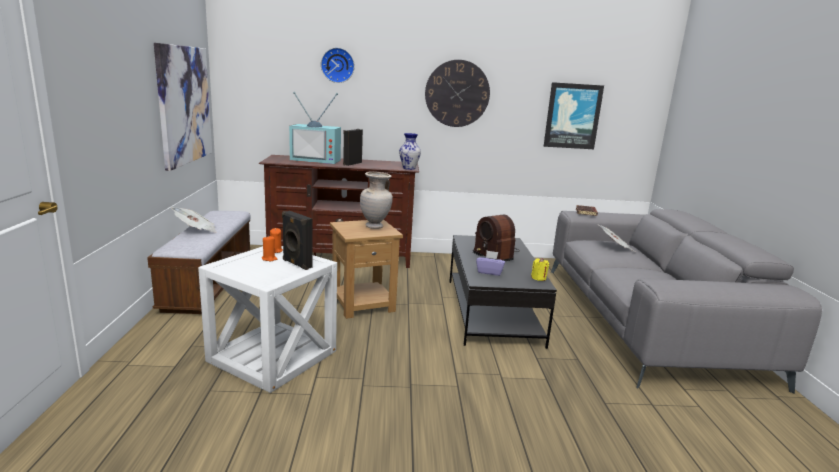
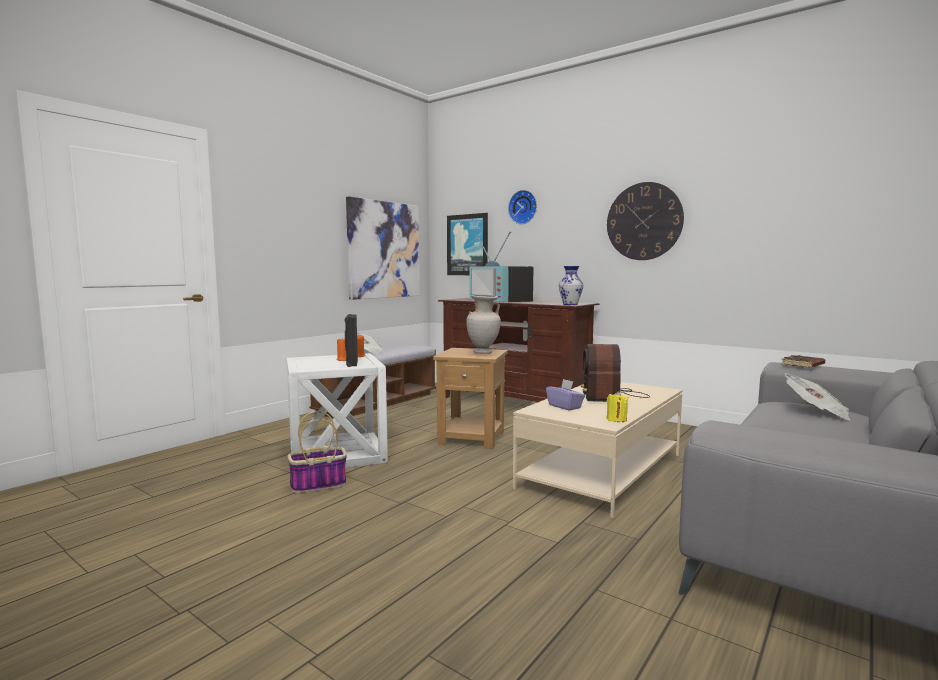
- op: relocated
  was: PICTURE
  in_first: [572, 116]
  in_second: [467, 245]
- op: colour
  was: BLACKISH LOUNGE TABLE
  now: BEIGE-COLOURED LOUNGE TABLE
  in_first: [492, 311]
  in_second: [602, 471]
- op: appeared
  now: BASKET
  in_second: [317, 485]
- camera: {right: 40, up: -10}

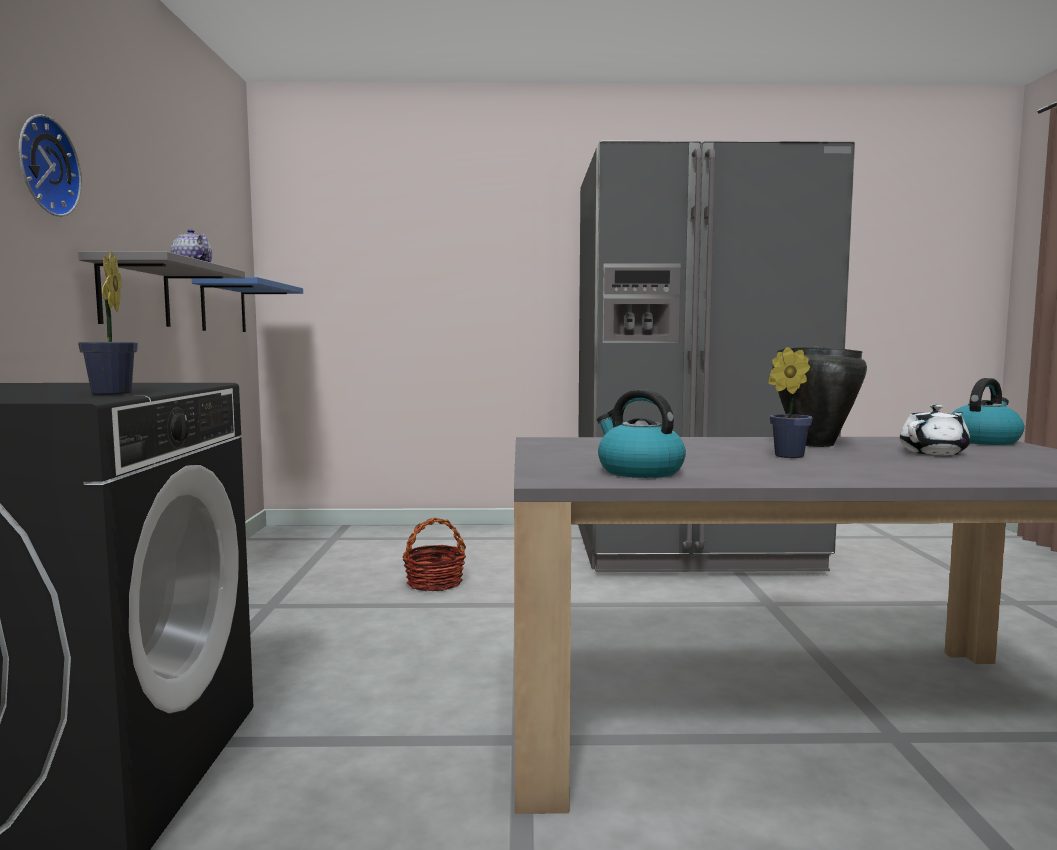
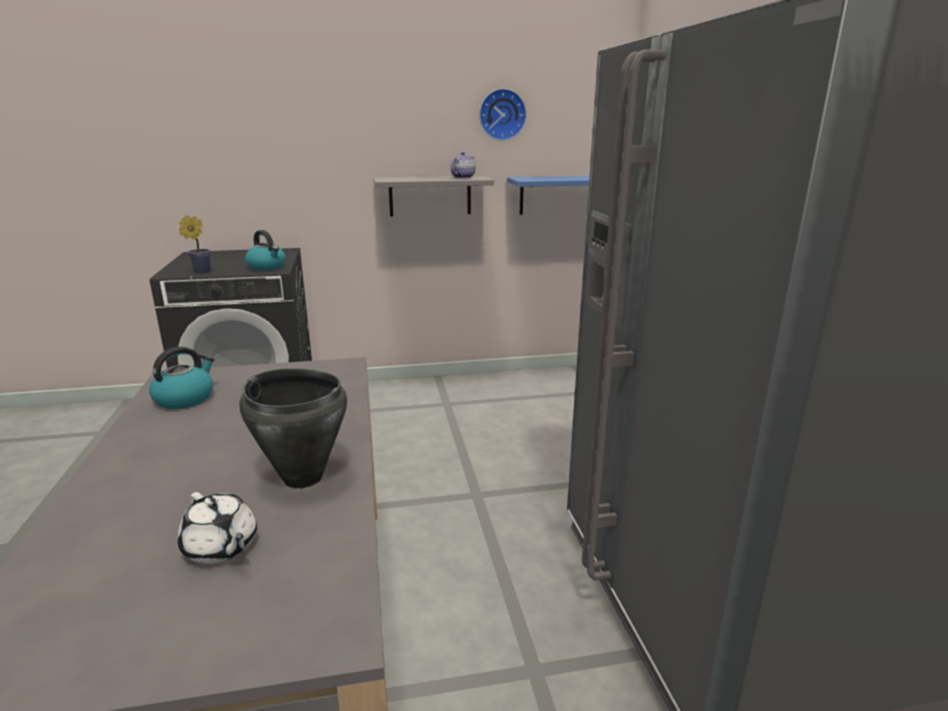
- op: relocated
  was: CLOCK ON THE WALL
  in_first: [43, 166]
  in_second: [502, 115]
- op: missing
  was: POTTED PLANT
  in_first: [785, 456]
- op: relocated
  was: KETTLE
  in_first: [983, 441]
  in_second: [267, 267]
- op: missing
  was: BASKET
  in_first: [434, 583]
- camera: {right: 80, up: 15}

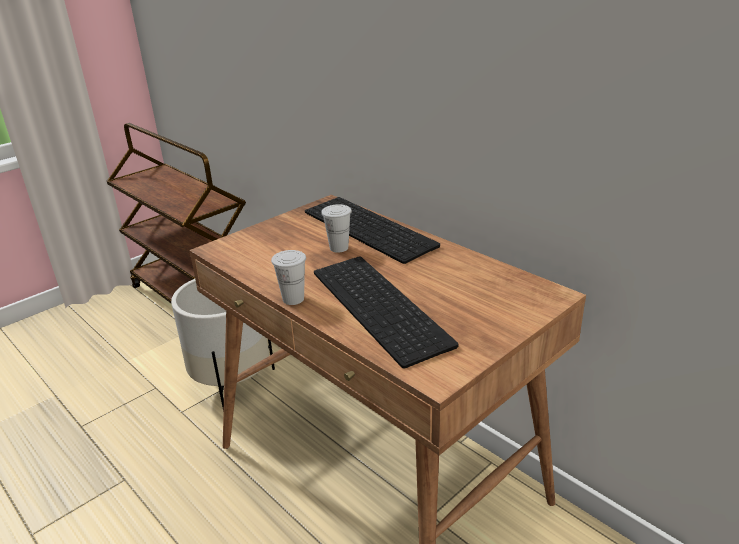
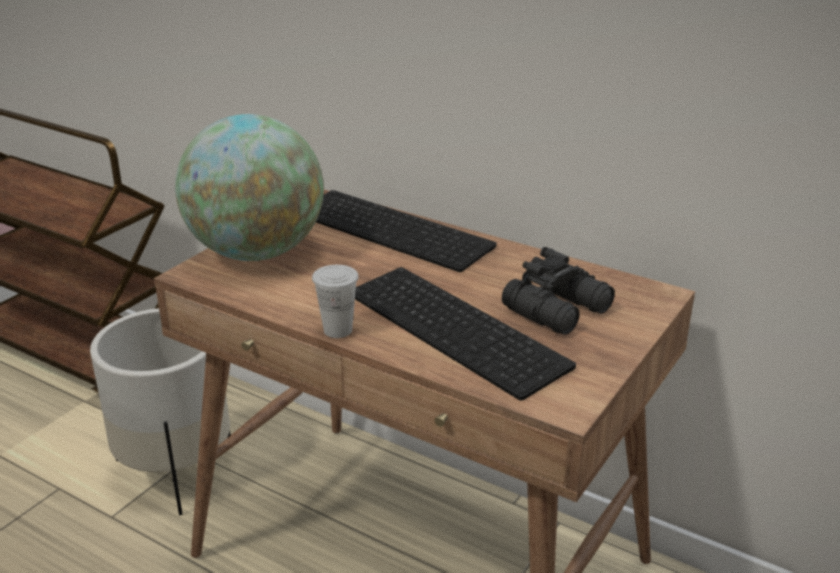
- op: missing
  was: WHITISH SMALL CUP
  in_first: [339, 248]
- op: appeared
  now: WORLD GLOBE
  in_second: [256, 252]
- op: appeared
  now: BLACKISH BINOCULARS
  in_second: [560, 310]
- camera: {right: -15, up: 0}

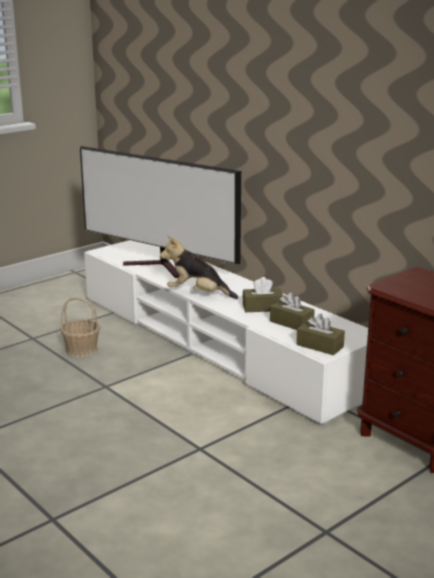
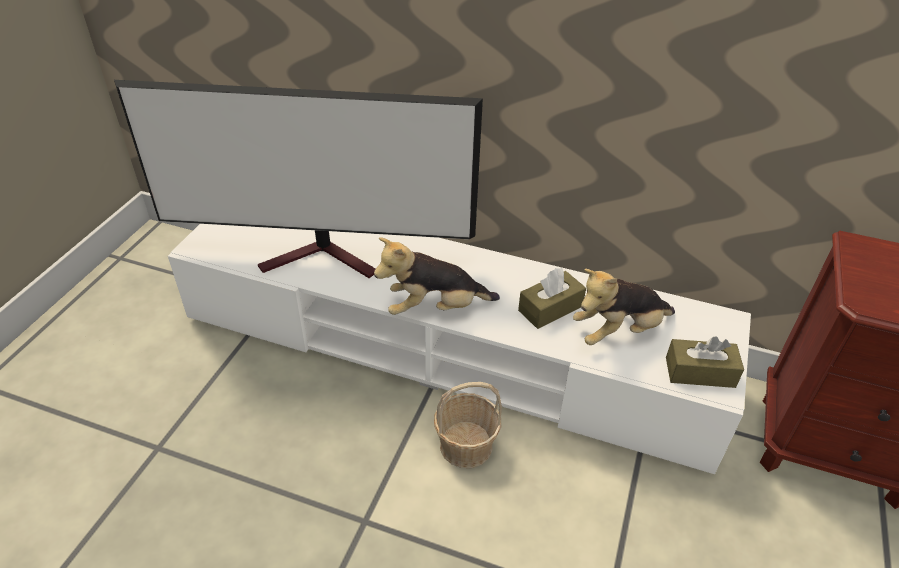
- op: exchanged
  was: BROWN-COLOURED BOX OF TISSUES
  now: SOFT TOY
  in_first: [291, 323]
  in_second: [618, 331]
- op: relocated
  was: BASKET
  in_first: [81, 350]
  in_second: [465, 445]
- camera: {right: -30, up: 20}

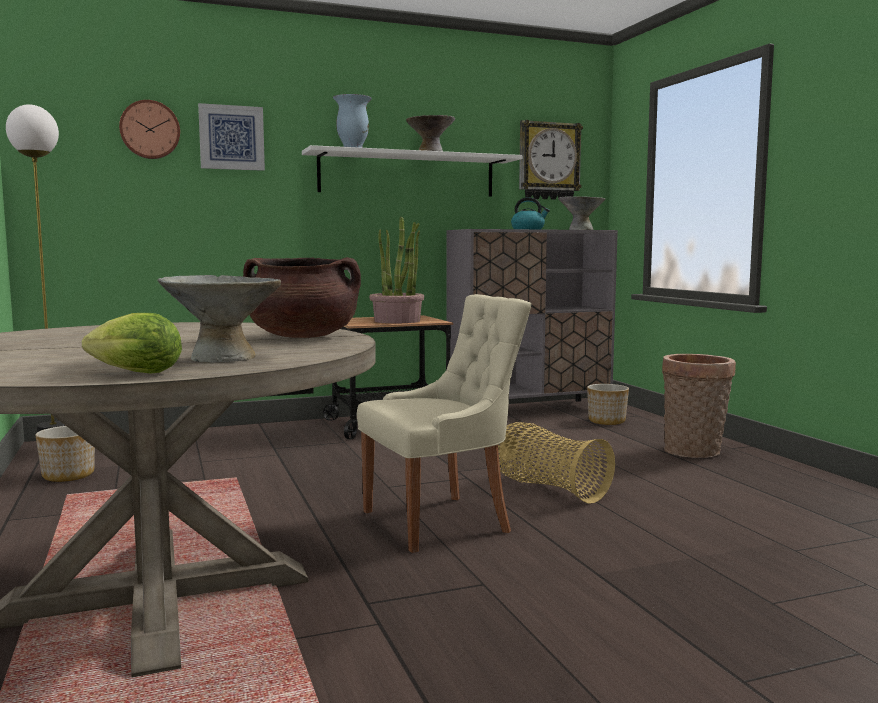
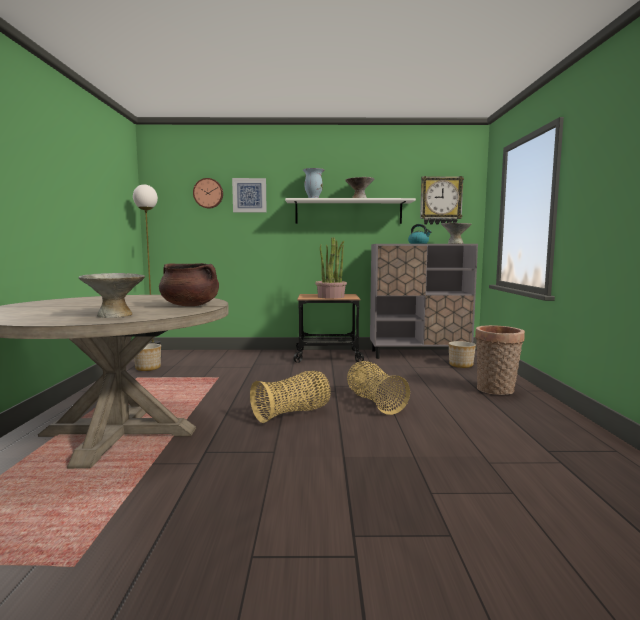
- op: exchanged
  was: BEIGE-COLOURED PLAIN CHAIR
  now: BASKET
  in_first: [441, 521]
  in_second: [292, 413]
- op: missing
  was: HEAD OF LETTUCE
  in_first: [131, 373]
- camera: {right: 20, up: 0}

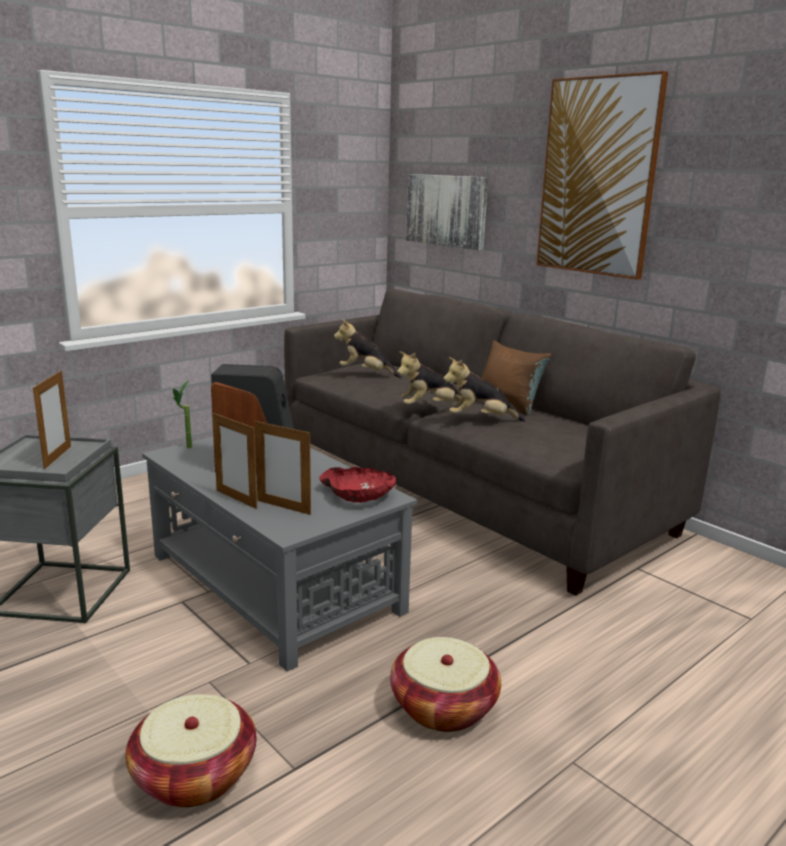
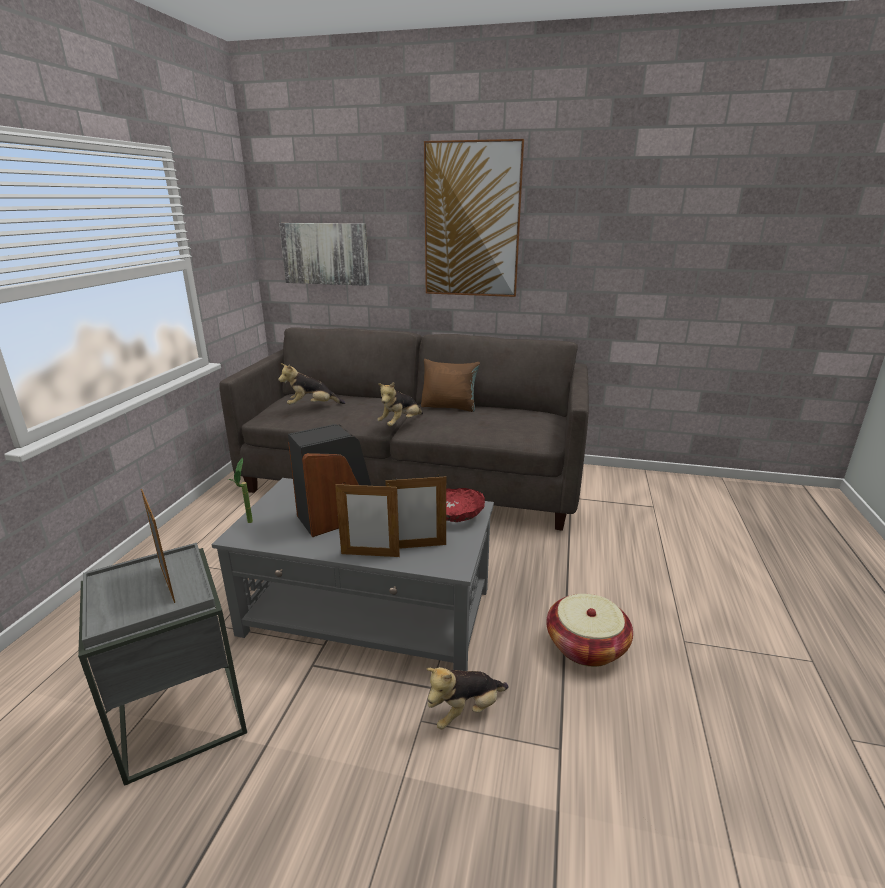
- op: relocated
  was: SOFT TOY
  in_first: [480, 419]
  in_second: [465, 711]
- op: missing
  was: BASKET
  in_first: [194, 775]
- camera: {right: -35, up: 5}

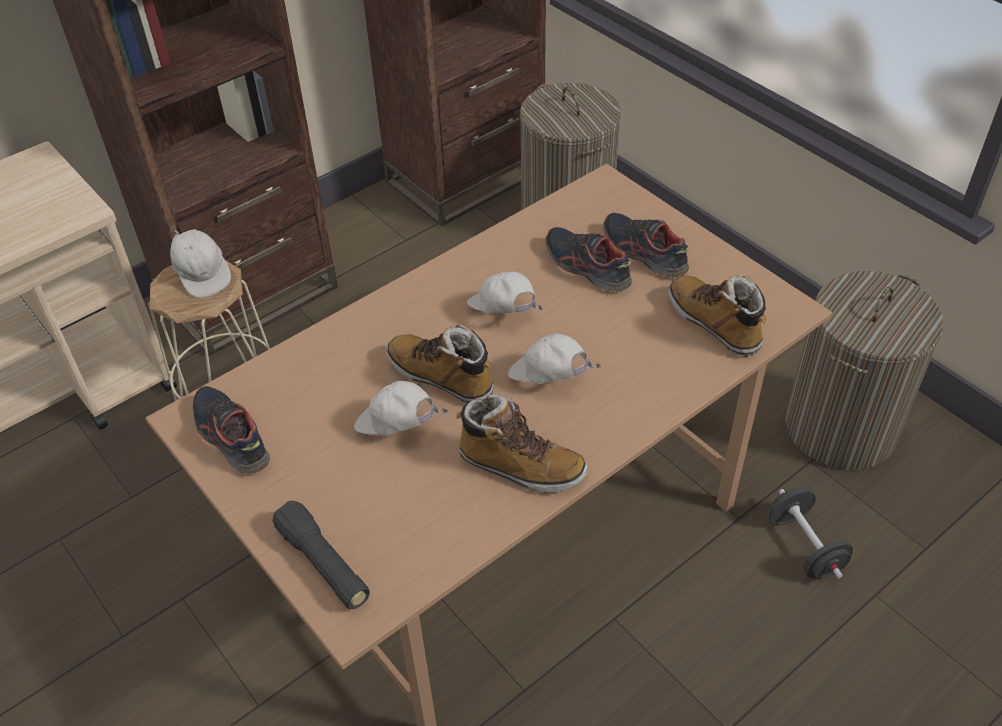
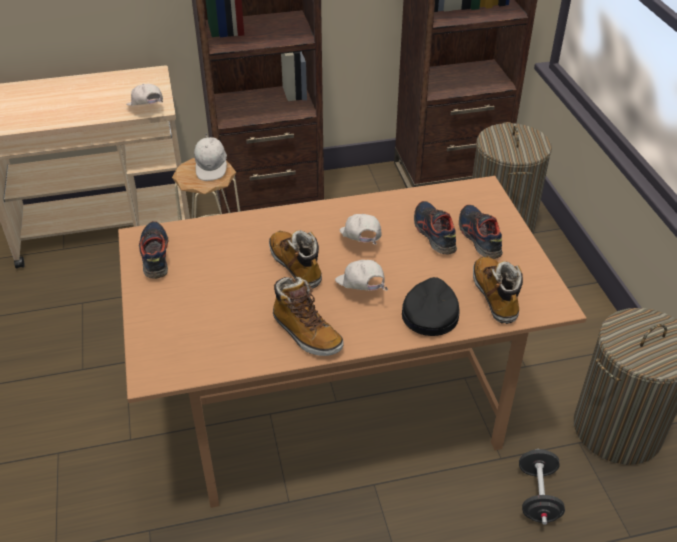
- op: relocated
  was: WHITISH BASEBALL CAP
  in_first: [397, 427]
  in_second: [147, 110]
- op: missing
  was: BLACKISH TORCH
  in_first: [324, 564]
- op: appeared
  now: BLACKISH BASEBALL CAP
  in_second: [430, 312]
- camera: {right: 25, up: -5}

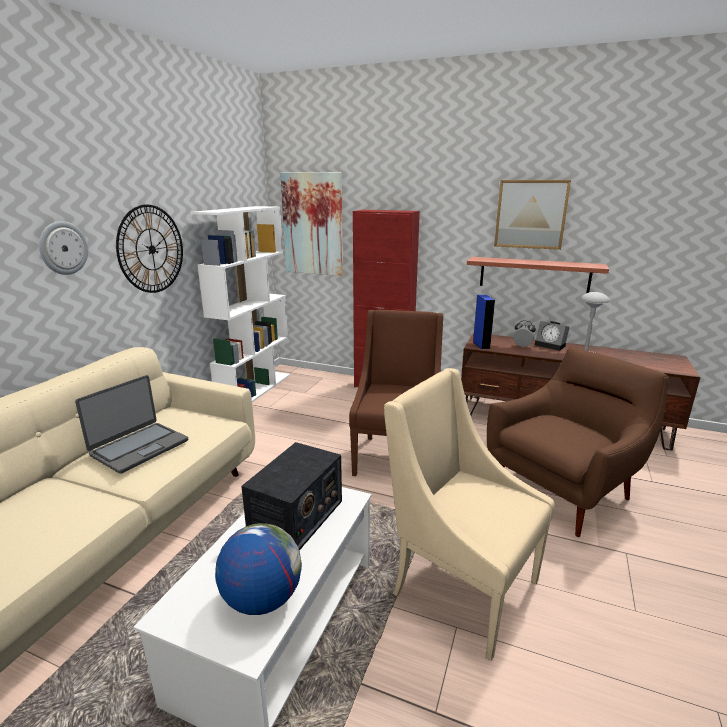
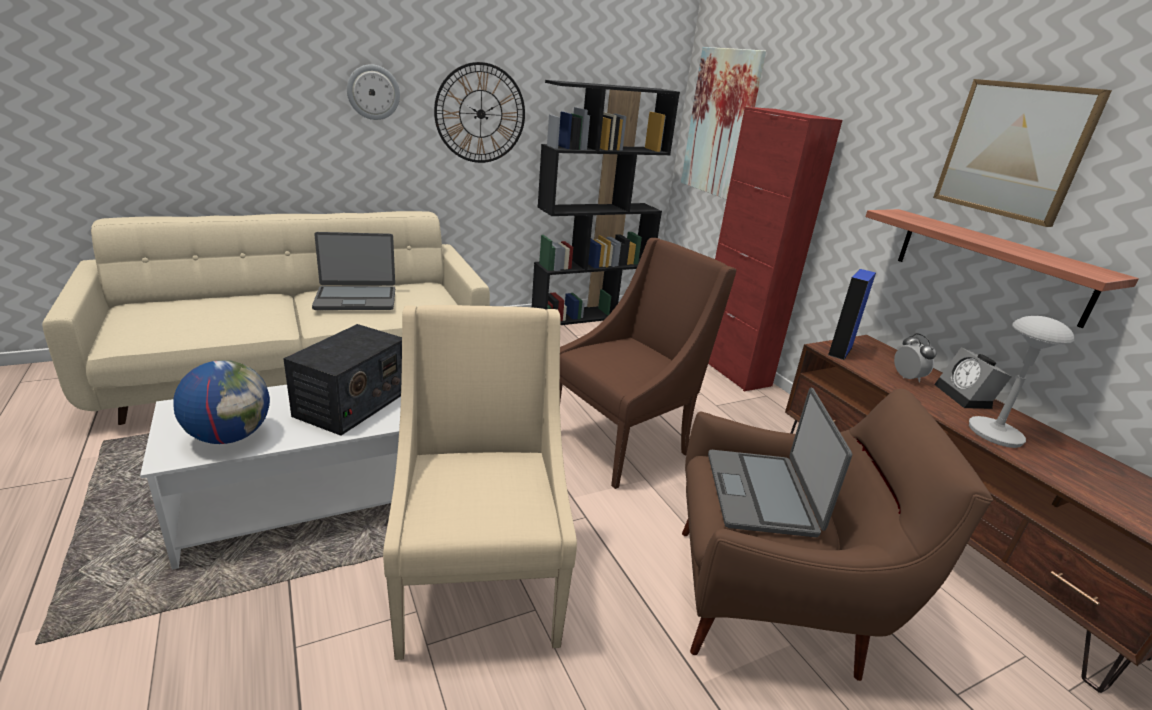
- op: colour
  was: WHITISH BOOKSHELF
  now: BLACKISH BOOKSHELF
  in_first: [255, 389]
  in_second: [589, 314]
- op: spun
  was: RADIO
  in_first: [296, 518]
  in_second: [351, 404]
  clockwise: -45
- op: appeared
  now: PORTABLE COMPUTER
  in_second: [762, 493]
- camera: {right: 40, up: 5}

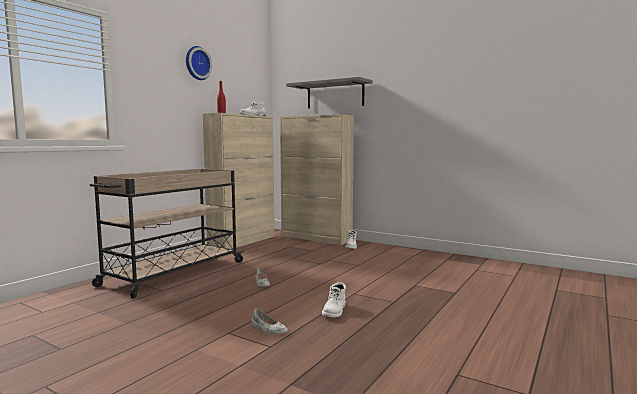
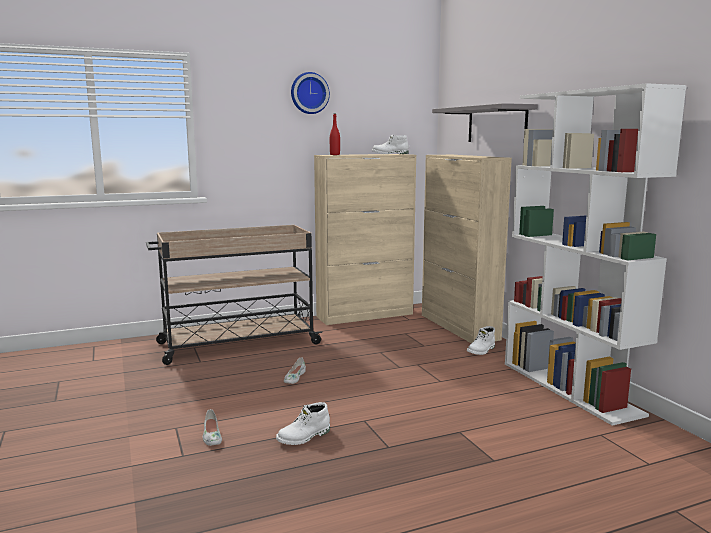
- op: appeared
  now: WHITISH BOOKSHELF
  in_second: [570, 388]
- camera: {right: 35, up: 5}

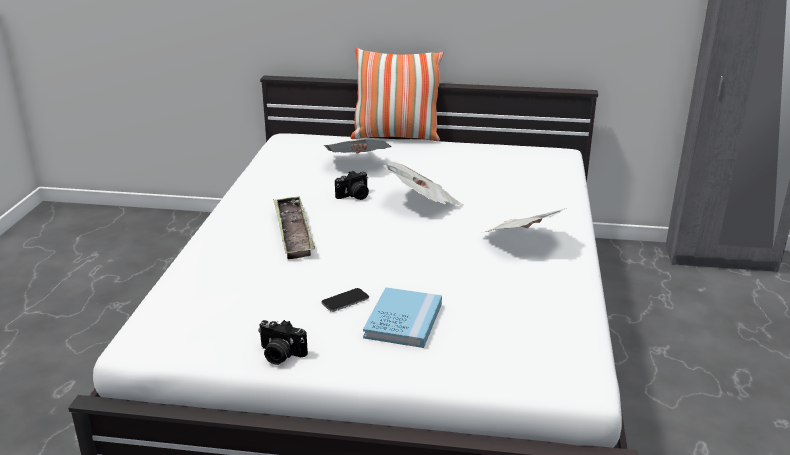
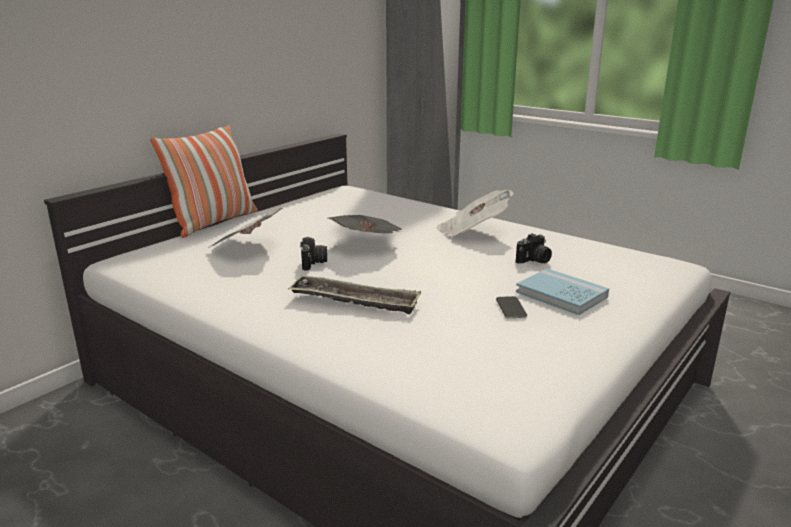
- op: relocated
  was: STILL CAMERA
  in_first: [280, 355]
  in_second: [534, 260]
- camera: {right: -60, up: -5}

